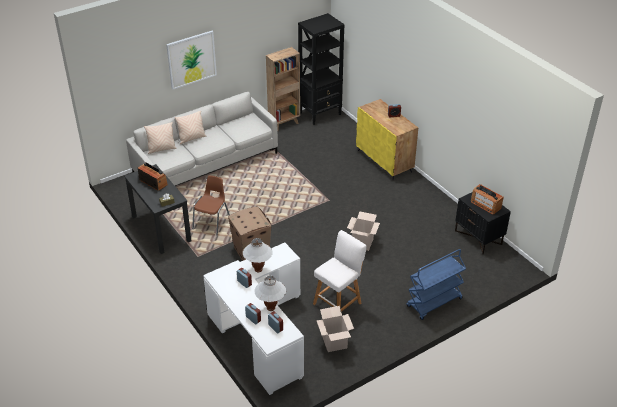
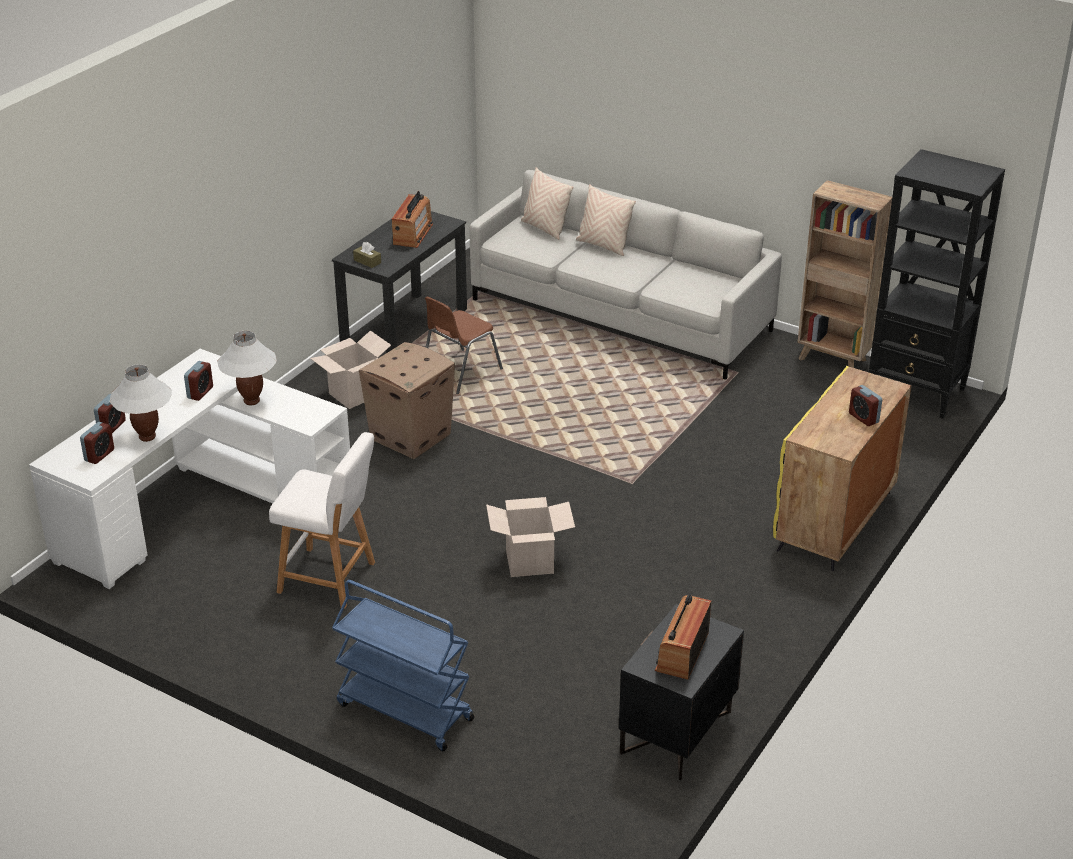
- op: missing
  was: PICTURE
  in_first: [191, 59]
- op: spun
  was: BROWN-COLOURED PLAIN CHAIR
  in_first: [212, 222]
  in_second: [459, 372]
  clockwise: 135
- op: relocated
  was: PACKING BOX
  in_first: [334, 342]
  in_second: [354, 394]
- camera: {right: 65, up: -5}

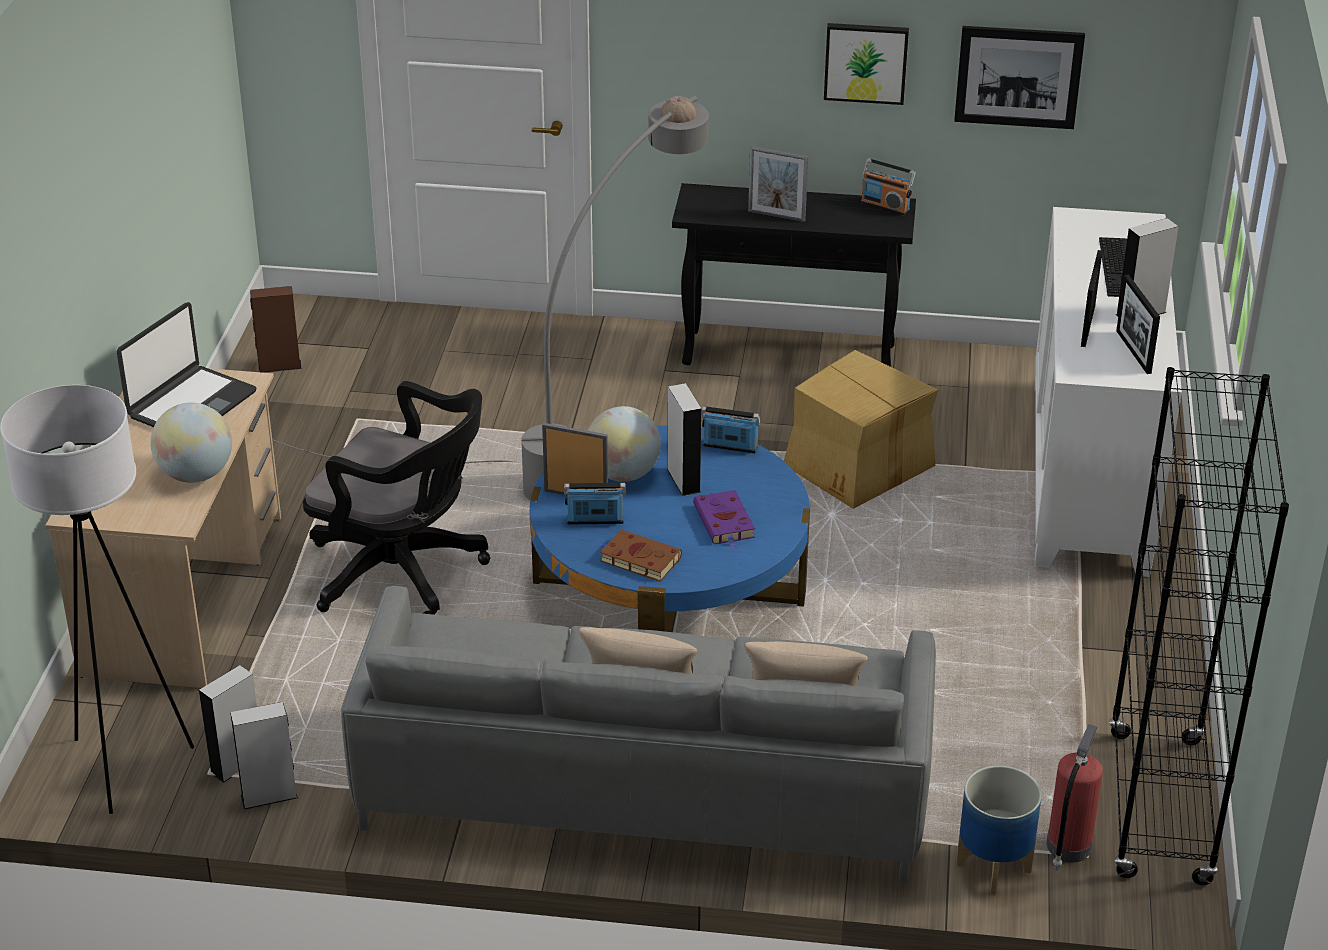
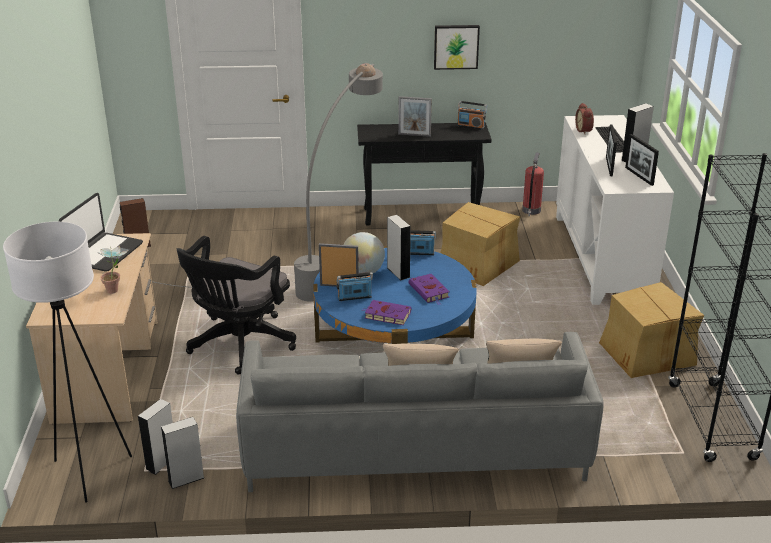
- op: missing
  was: PICTURE
  in_first: [1018, 77]
- op: spun
  was: BLACKISH OFFICE CHAIR
  in_first: [404, 574]
  in_second: [238, 345]
  clockwise: 105
- op: exchanged
  was: WORLD GLOBE
  now: POTTED PLANT
  in_first: [196, 475]
  in_second: [116, 289]
- op: colour
  was: BROWN-COLOURED VOLUME
  now: PURPLE-COLOURED VOLUME
  in_first: [638, 559]
  in_second: [386, 315]
- op: relocated
  was: FIRE EXTINGUISHER
  in_first: [1067, 848]
  in_second: [531, 210]
- op: missing
  was: PLANT POT
  in_first: [992, 868]
- op: appeared
  now: TABLE CLOCK
  in_second: [584, 131]
- op: appeared
  now: PACKING BOX
  in_second: [646, 353]
- camera: {right: -10, up: -5}

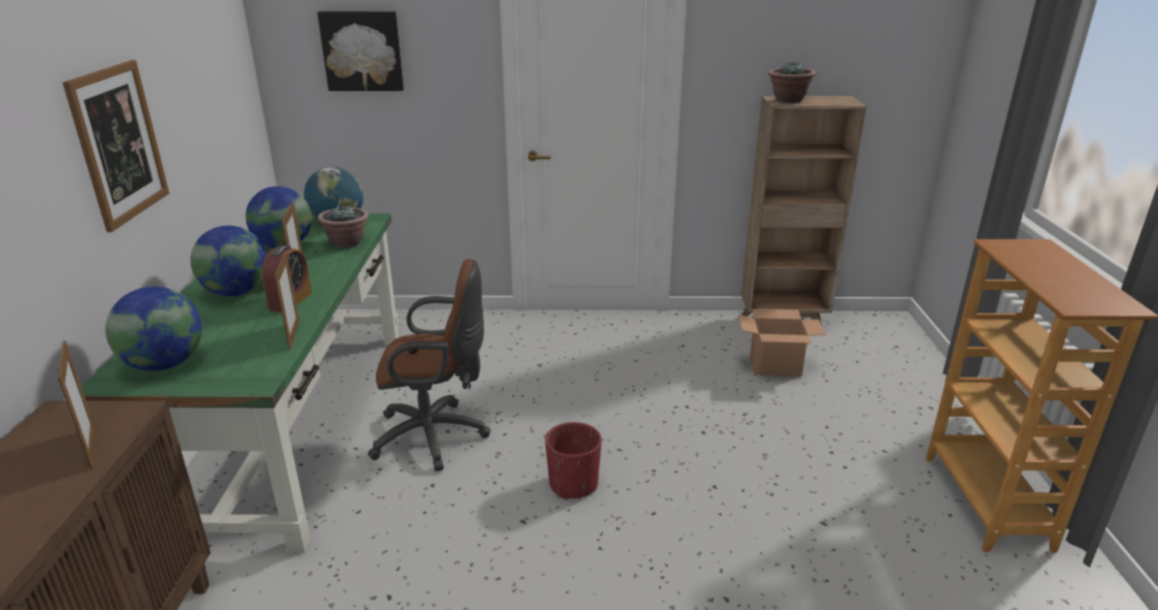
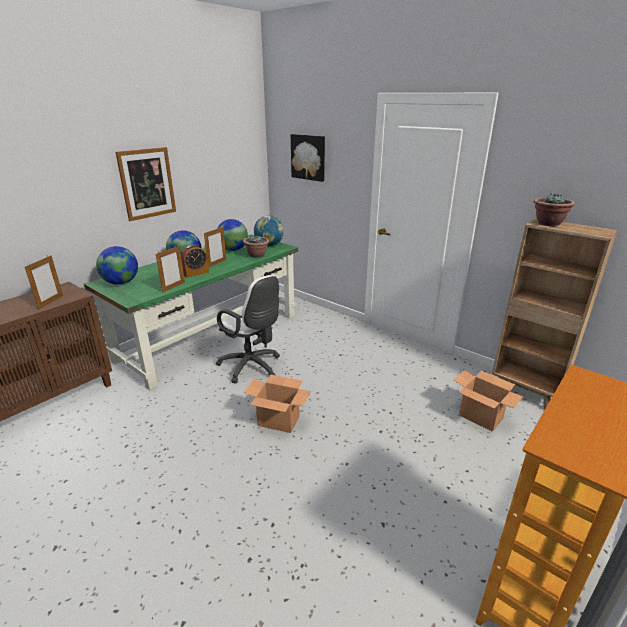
- op: colour
  was: BROWN-COLOURED OFFICE CHAIR
  now: WHITISH OFFICE CHAIR
  in_first: [436, 436]
  in_second: [252, 367]
- op: exchanged
  was: RED PLANT POT
  now: PACKING BOX
  in_first: [573, 484]
  in_second: [279, 421]
- camera: {right: 40, up: 0}

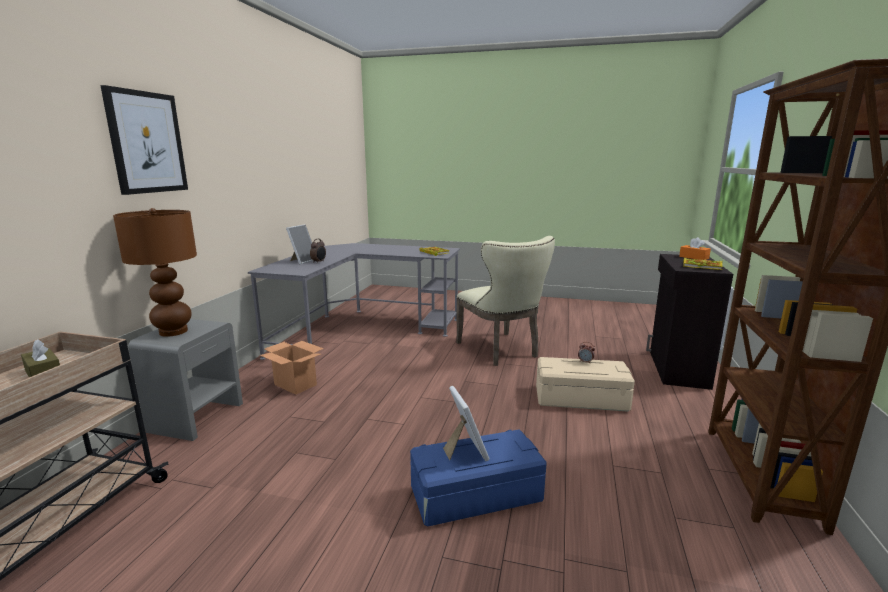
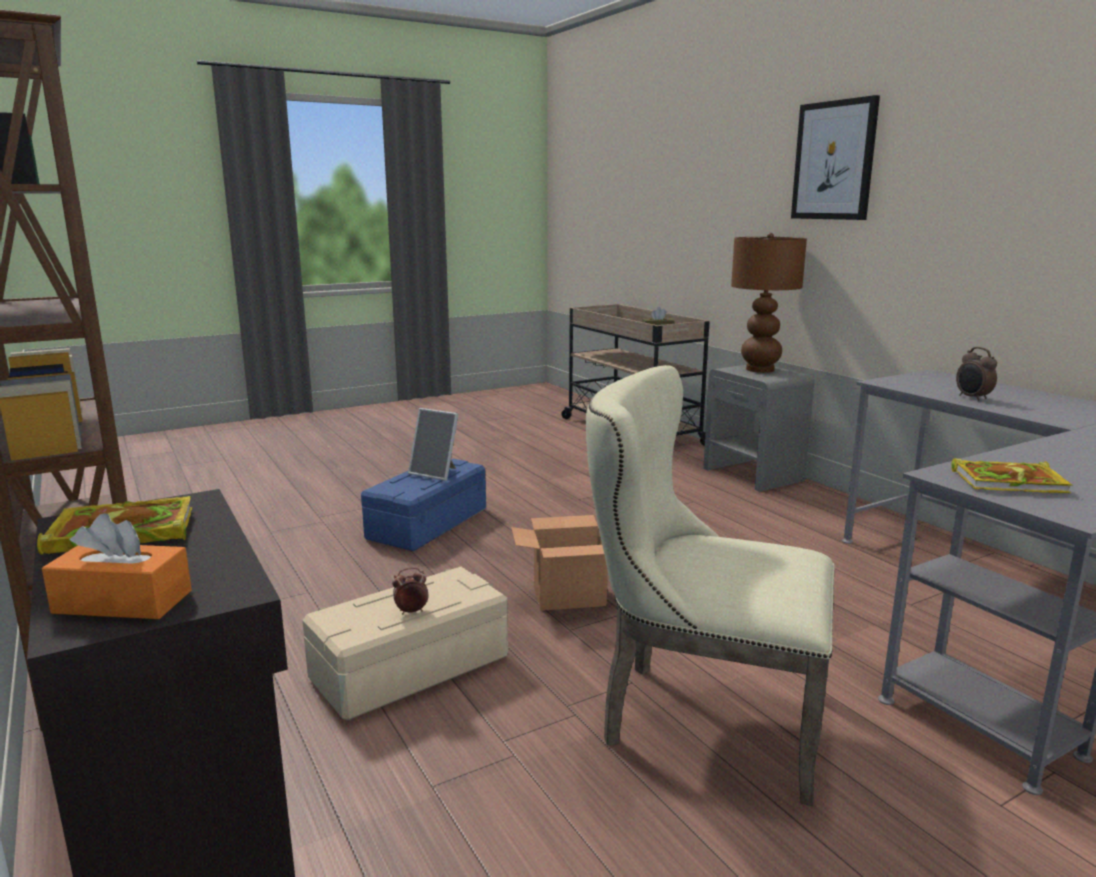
- op: missing
  was: STANDING FRAME
  in_first: [302, 261]
- op: relocated
  was: PACKING BOX
  in_first: [295, 384]
  in_second: [570, 596]
- camera: {right: 135, up: 0}

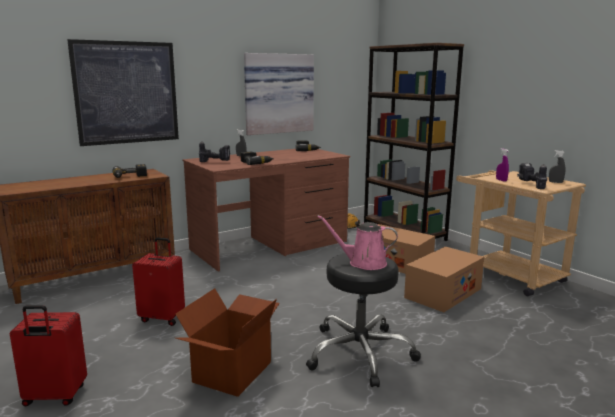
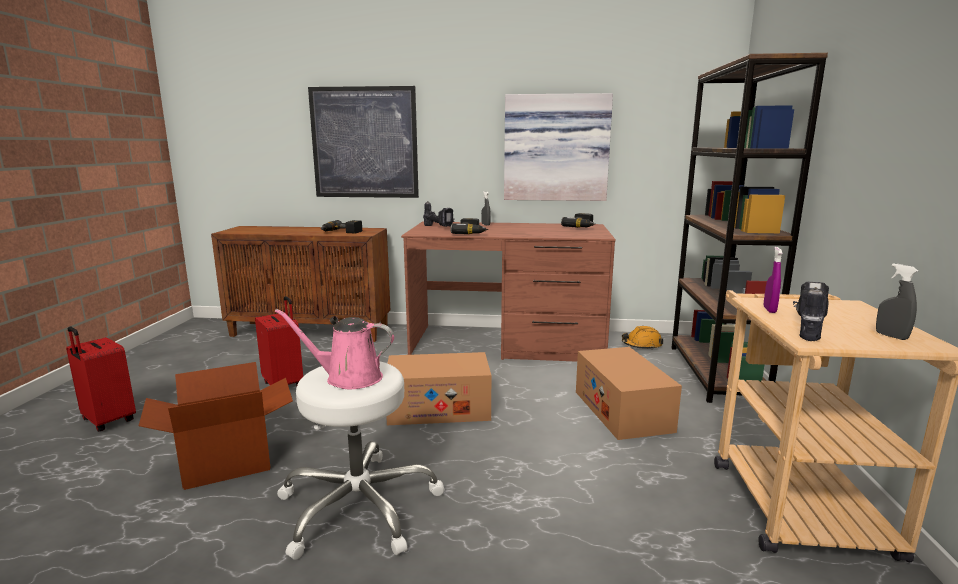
- op: spun
  was: PINKISH WATERING CAN
  in_first: [363, 263]
  in_second: [348, 378]
  clockwise: -45
- op: relocated
  was: PACKING BOX
  in_first: [443, 293]
  in_second: [438, 408]
- op: colour
  was: BLACKISH STOOL
  now: WHITISH STOOL
  in_first: [360, 353]
  in_second: [359, 507]
- camera: {right: 40, up: 0}

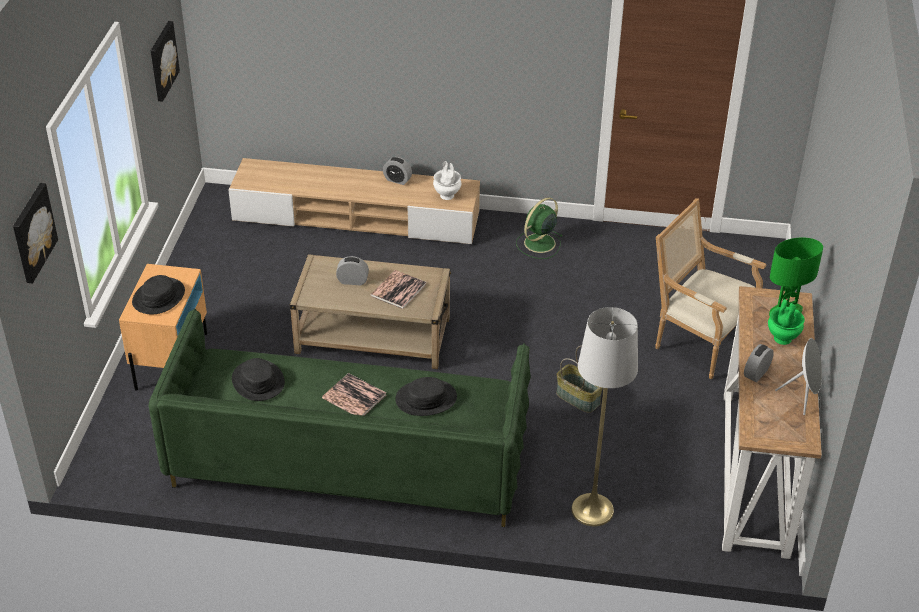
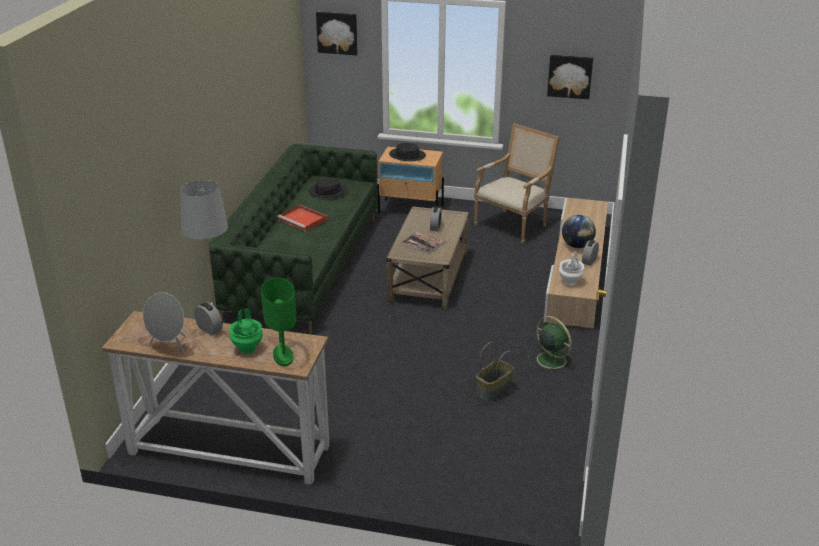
- op: relocated
  was: ARMCHAIR
  in_first: [698, 340]
  in_second: [513, 225]
- op: relocated
  was: BASKET
  in_first: [579, 398]
  in_second: [494, 391]
- op: exchanged
  was: VOLUME
  now: RED SERVING TRAY
  in_first: [354, 397]
  in_second: [303, 220]
- op: missing
  was: BLACKISH HAT
  in_first: [426, 399]
- op: appeared
  now: WORLD GLOBE
  in_second: [577, 246]
- camera: {right: 95, up: -10}

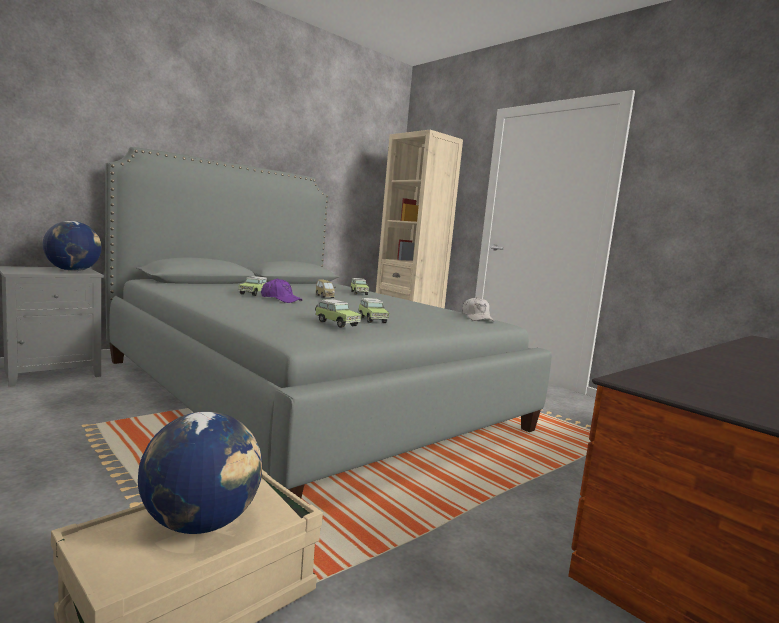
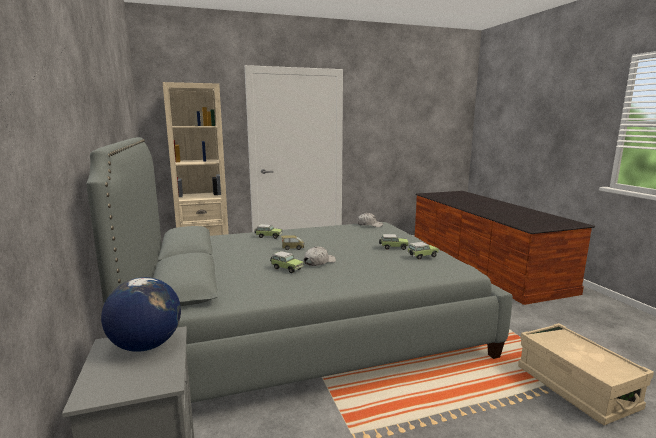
- op: colour
  was: PURPLE-COLOURED BASEBALL CAP
  now: WHITISH BASEBALL CAP
  in_first: [281, 299]
  in_second: [319, 262]
- op: missing
  was: WORLD GLOBE
  in_first: [201, 523]
- camera: {right: -65, up: 5}

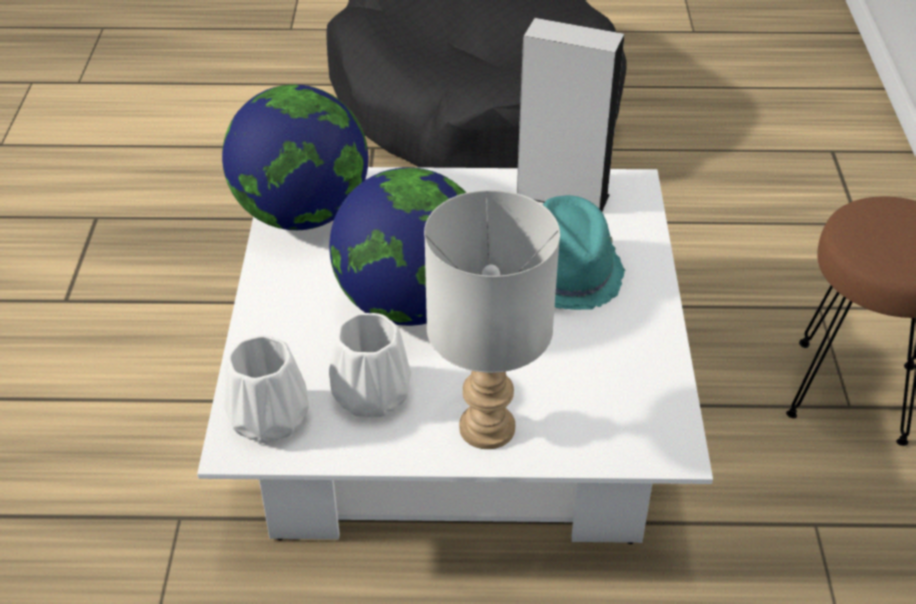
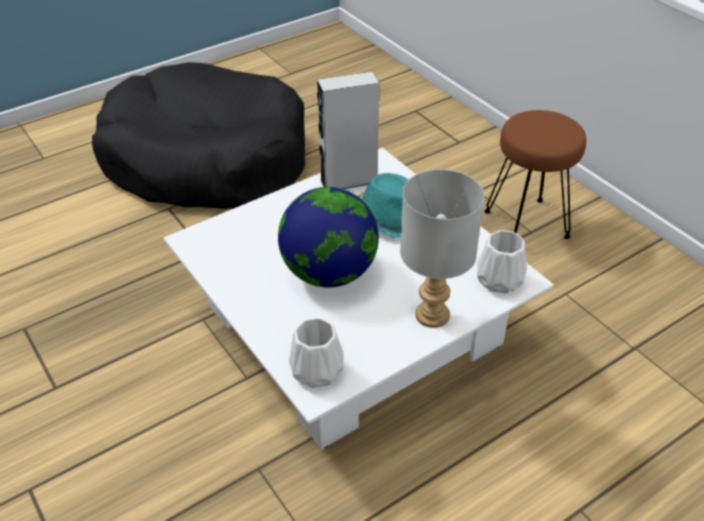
- op: missing
  was: WORLD GLOBE
  in_first: [302, 214]
- op: relocated
  was: WHITISH FLOWER VASE
  in_first: [369, 395]
  in_second: [498, 281]
- camera: {right: -35, up: 0}

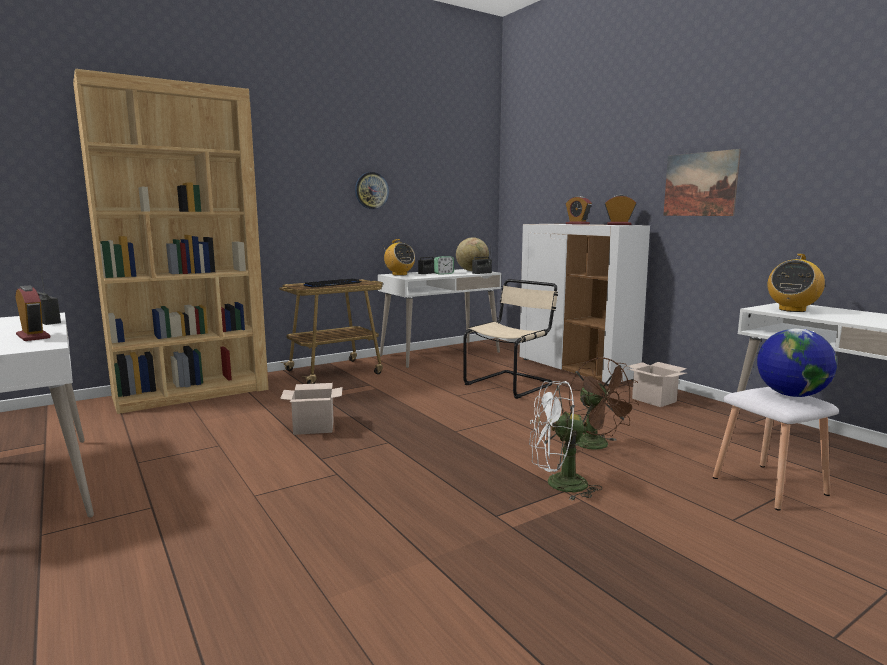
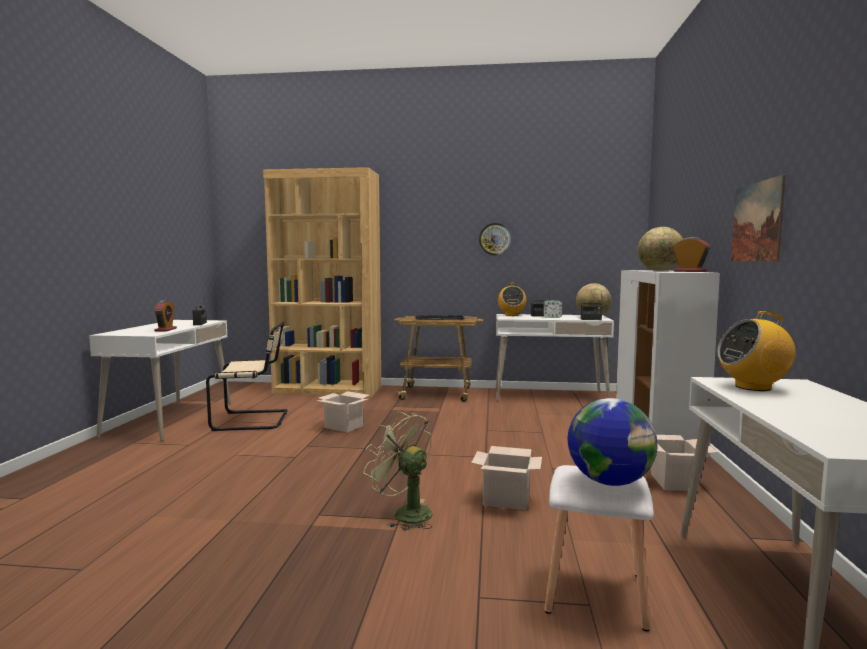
- op: exchanged
  was: TABLE CLOCK
  now: WORLD GLOBE
  in_first: [577, 224]
  in_second: [660, 270]
- op: relocated
  was: BEIGE-COLOURED PLAIN CHAIR
  in_first: [511, 384]
  in_second: [254, 420]
- op: exchanged
  was: BROWN-COLOURED ELECTRIC FAN
  now: PACKING BOX
  in_first: [597, 446]
  in_second: [507, 499]
- op: colour
  was: WHITISH ELECTRIC FAN
  now: GREEN-COLOURED ELECTRIC FAN
  in_first: [558, 485]
  in_second: [404, 513]
- camera: {right: 40, up: -5}

